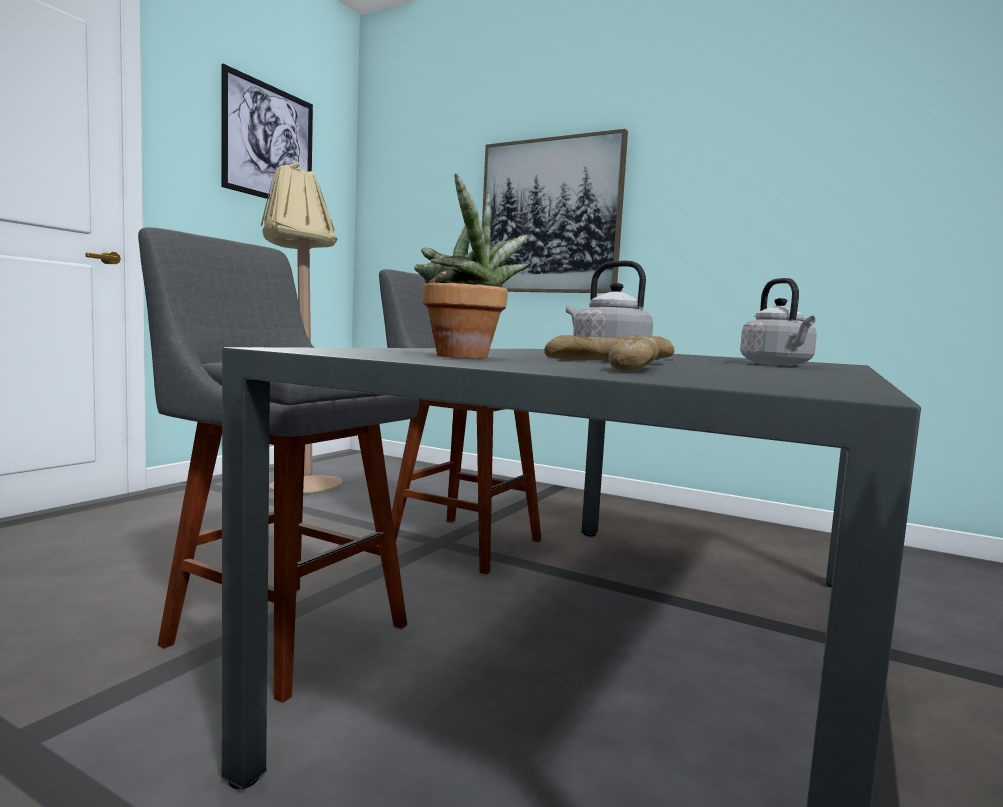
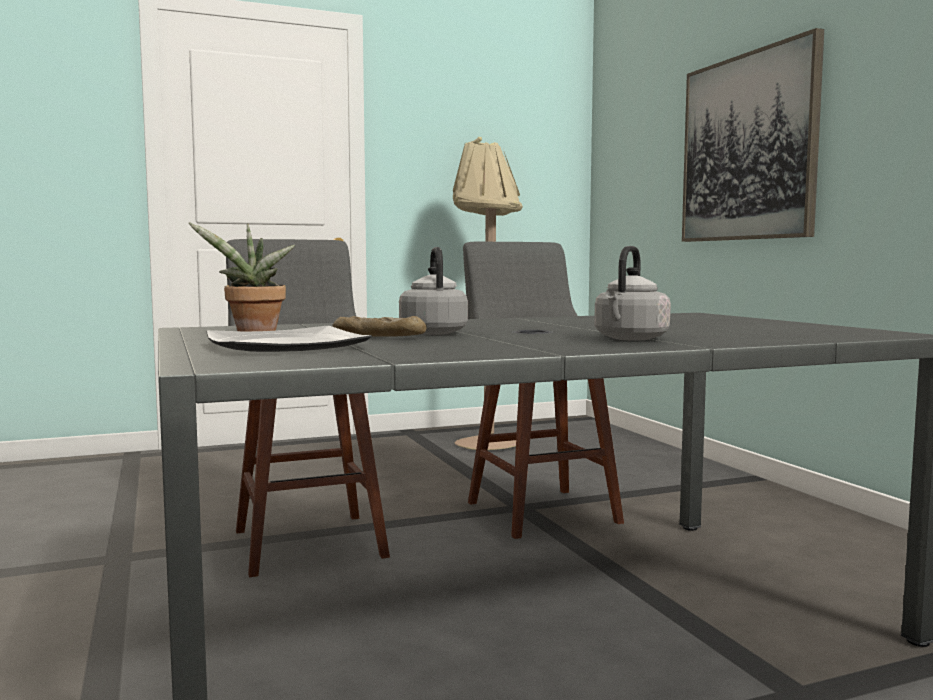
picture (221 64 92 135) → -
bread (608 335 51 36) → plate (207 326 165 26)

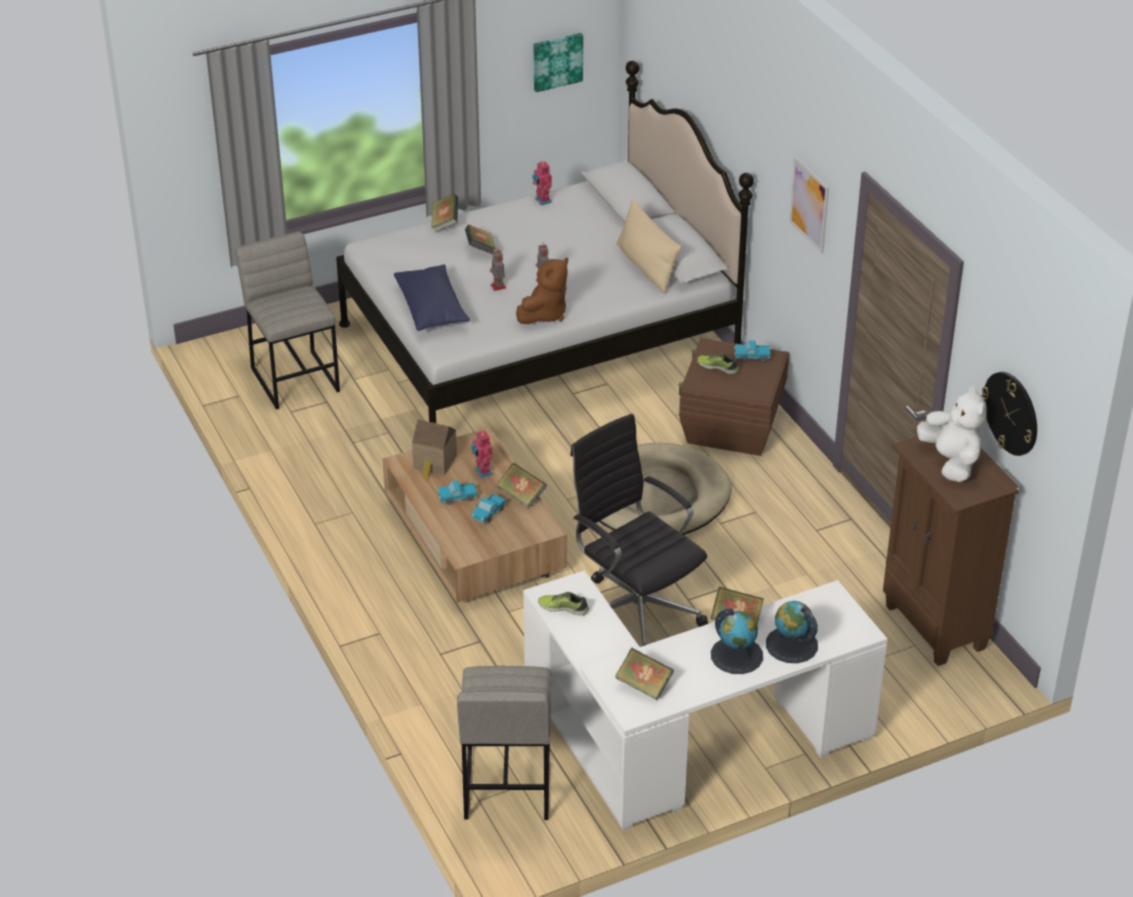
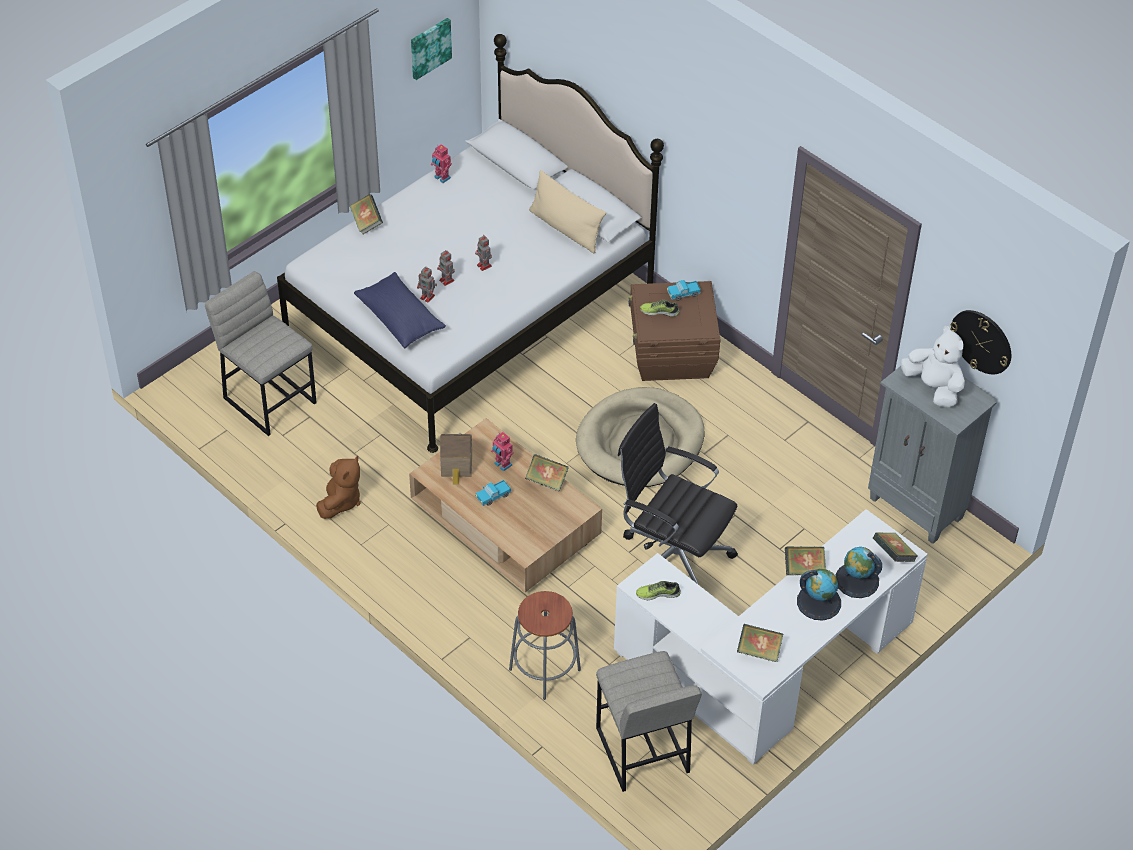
book (465 224 31 30) → book (873 532 44 30), relocated
toy truck (471 494 35 30) → -
brown plush toy (516 258 52 66) → brown plush toy (316 456 45 63), relocated
picture (789 156 40 98) → -
brown cabinet (883 436 136 230) → grey cabinet (868 358 129 186)
- → toy robot (417 266 20 37)
- → grey stool (509 591 72 109)

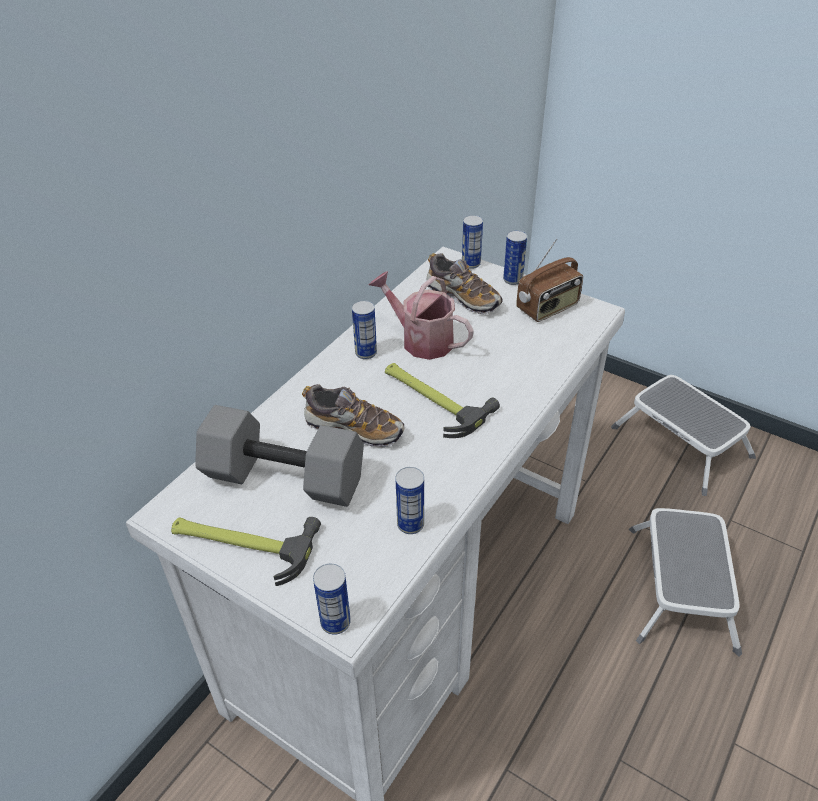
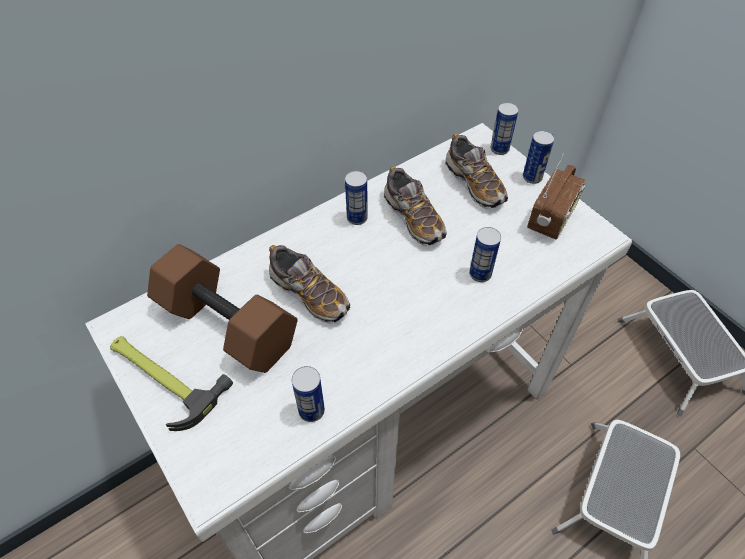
grey dumbbell (195 405 169 102) → brown dumbbell (147 244 151 129)
can (313 564 38 71) → can (469 227 32 55), relocated
watering can (369 271 105 89) → shoe (384 166 63 80)
hammer (385 363 115 75) → -
radio (516 239 67 83) → radio (527 154 58 85), 45 degrees counterclockwise

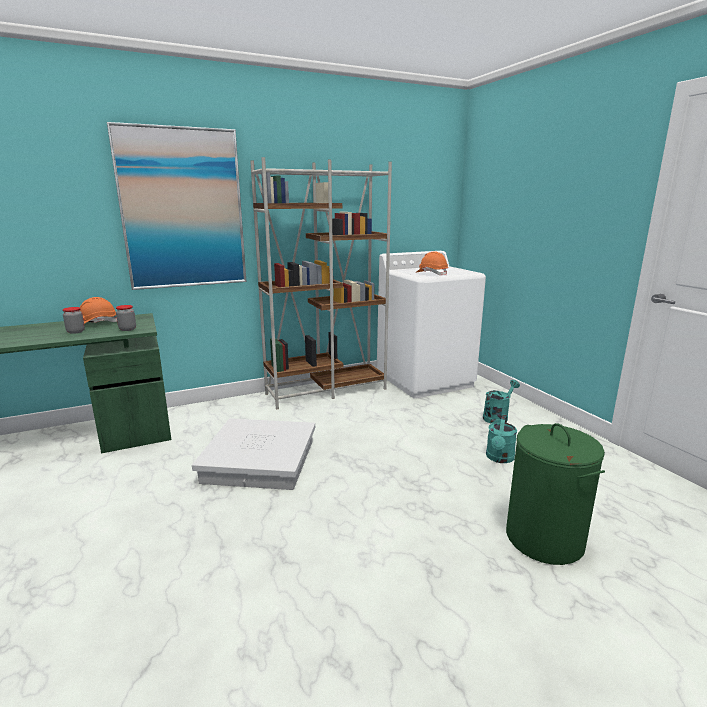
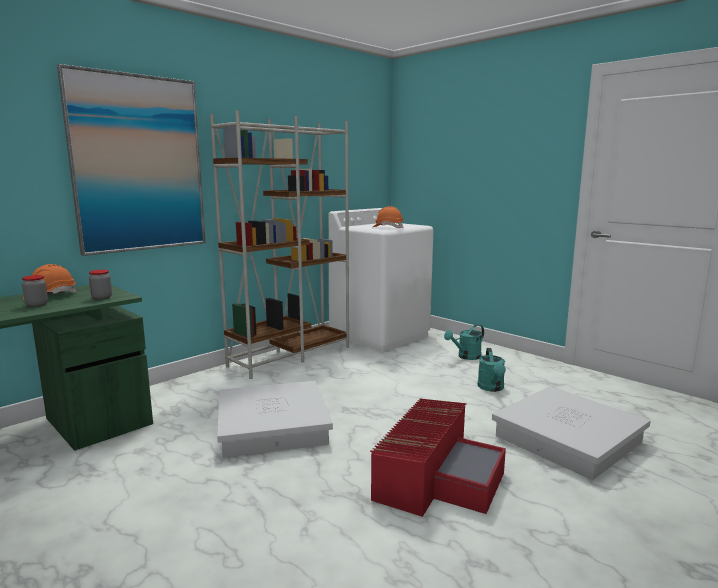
turquoise watering can (483 380 37 44) → turquoise watering can (444 324 40 36), 150 degrees counterclockwise
green laundry basket (506 423 99 142) → white storage box (492 386 159 94)
- → red storage box (370 398 136 119)

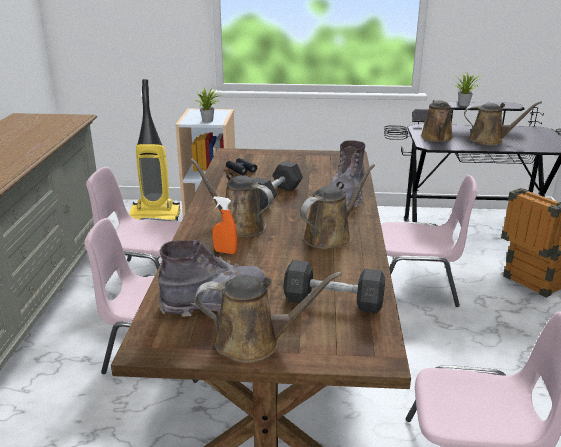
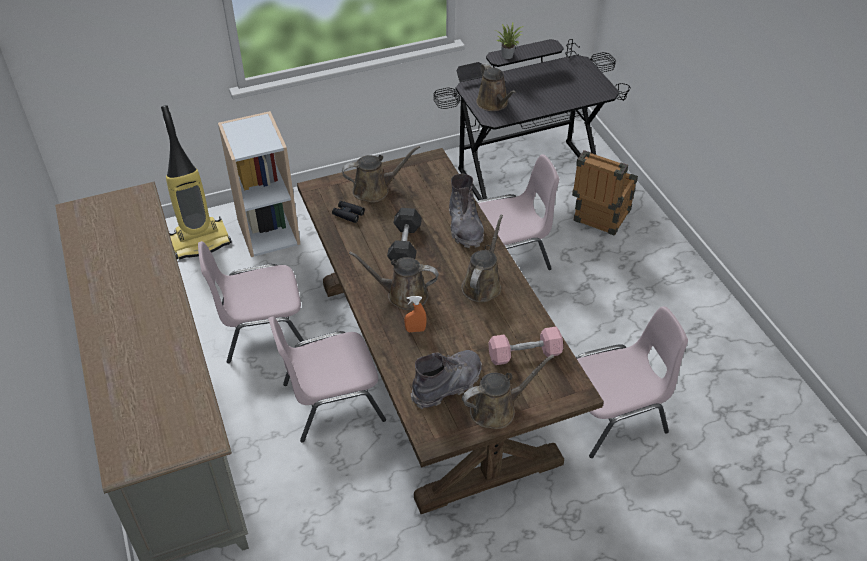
potted plant (194 87 26 35) → -
grey dumbbell (283 260 102 54) → pink dumbbell (488 327 75 38)
brown watering can (464 101 78 44) → brown watering can (342 146 78 56), relocated

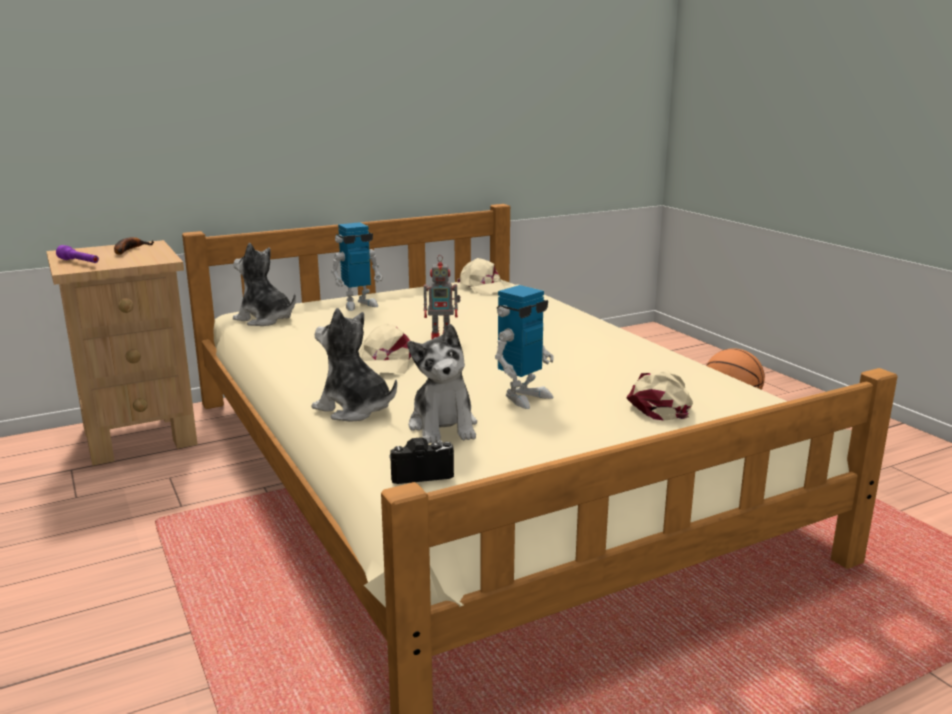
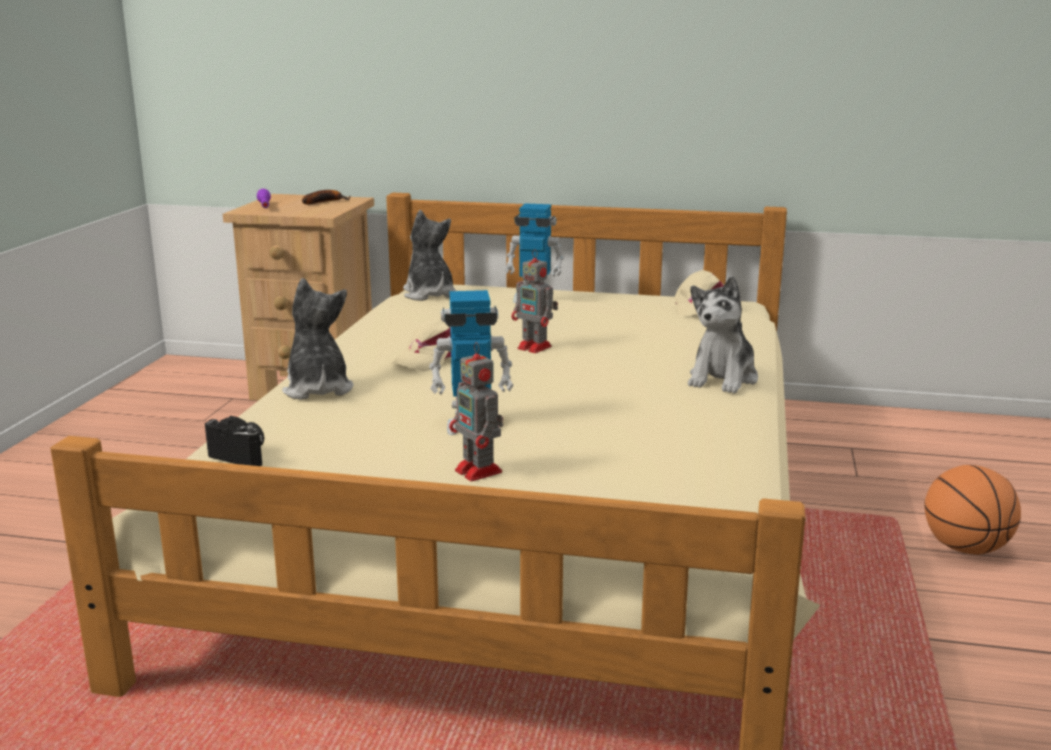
plush toy (407 324 70 120) → plush toy (688 276 70 118), relocated
beige cap (627 368 66 52) → -
- → toy robot (449 342 54 139)

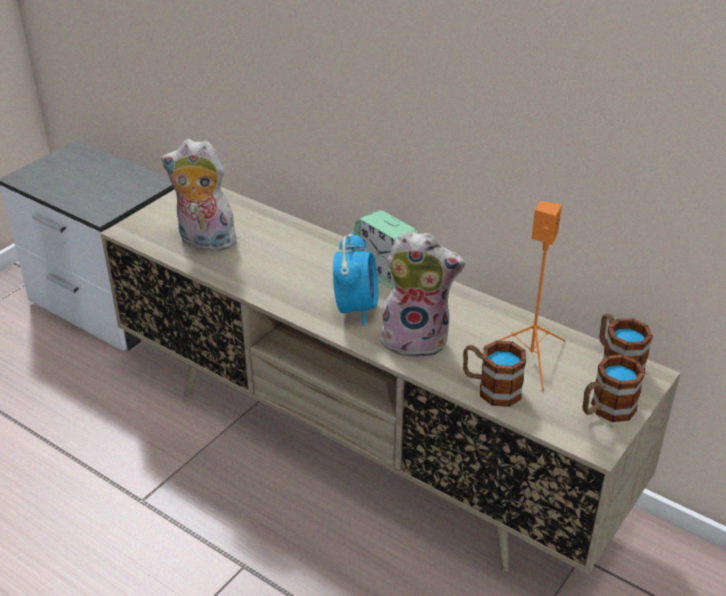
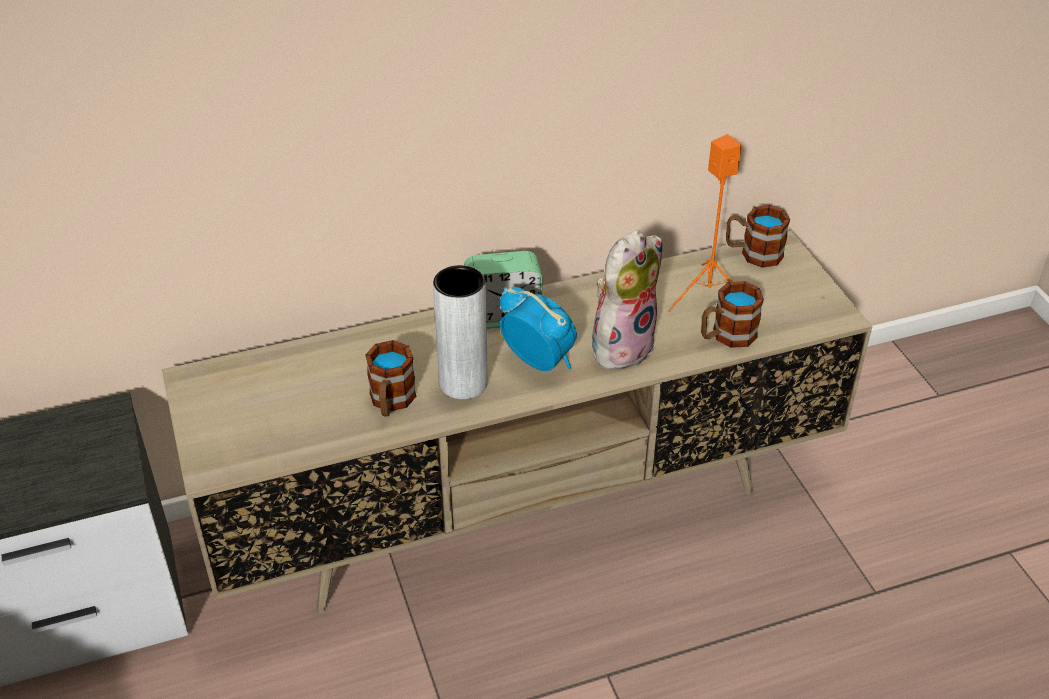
plush toy (161 139 78 112) → -
mug (582 354 63 68) → mug (365 340 51 77), relocated
- → grey vase (433 265 55 134)

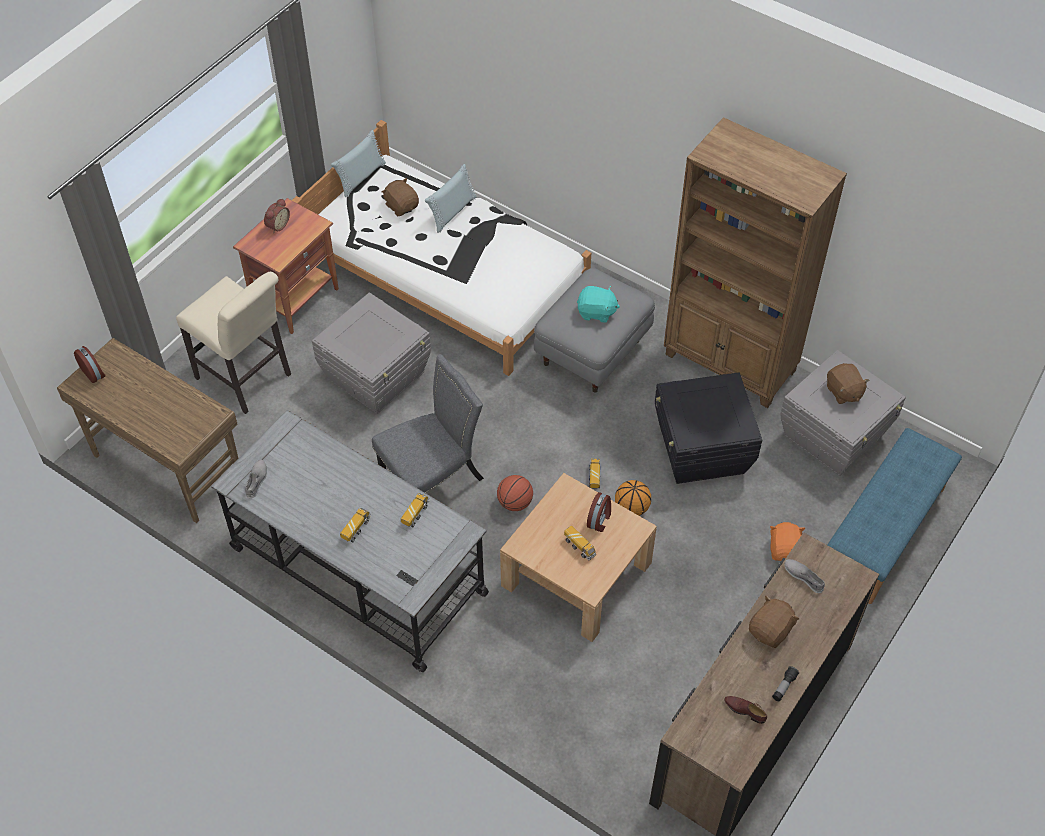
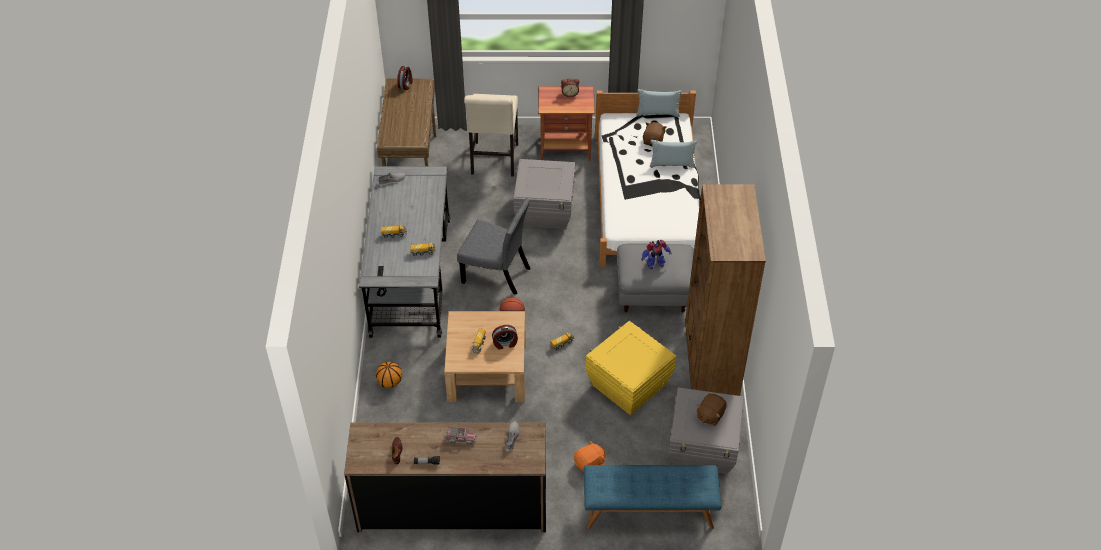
turquoise plush toy (577 286 43 37) → toy robot (641 240 31 29)
basketball (615 480 36 36) → basketball (376 361 26 27), relocated
black storage box (655 372 107 112) → yellow storage box (585 321 91 94)
brown plush toy (749 596 50 52) → toy truck (445 427 32 18)

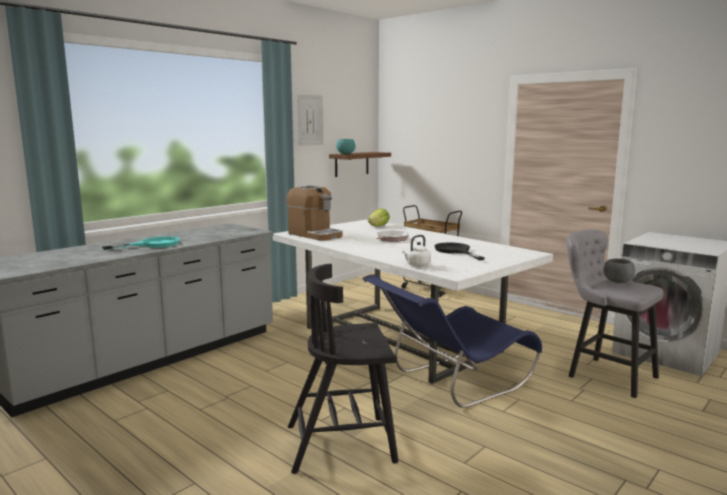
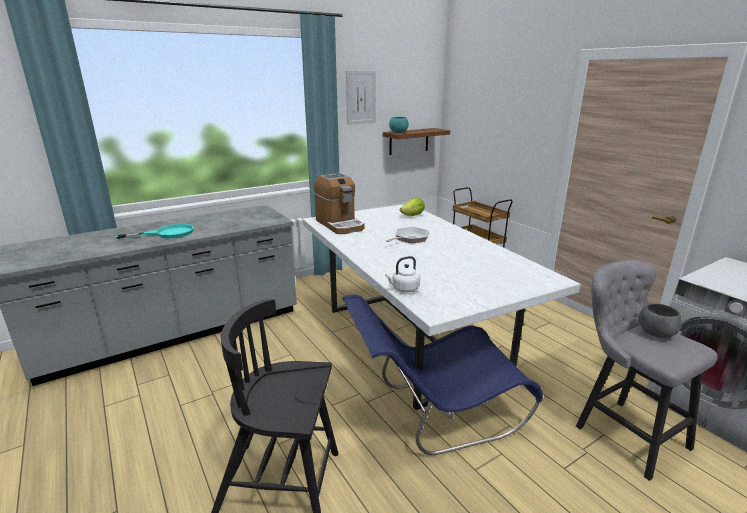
black frying pan (434 243 51 17) → -

